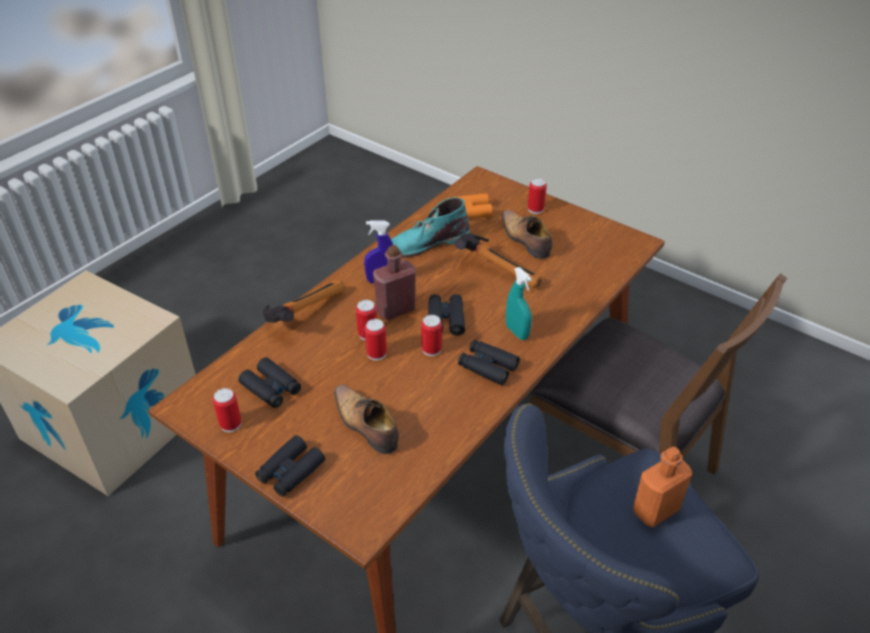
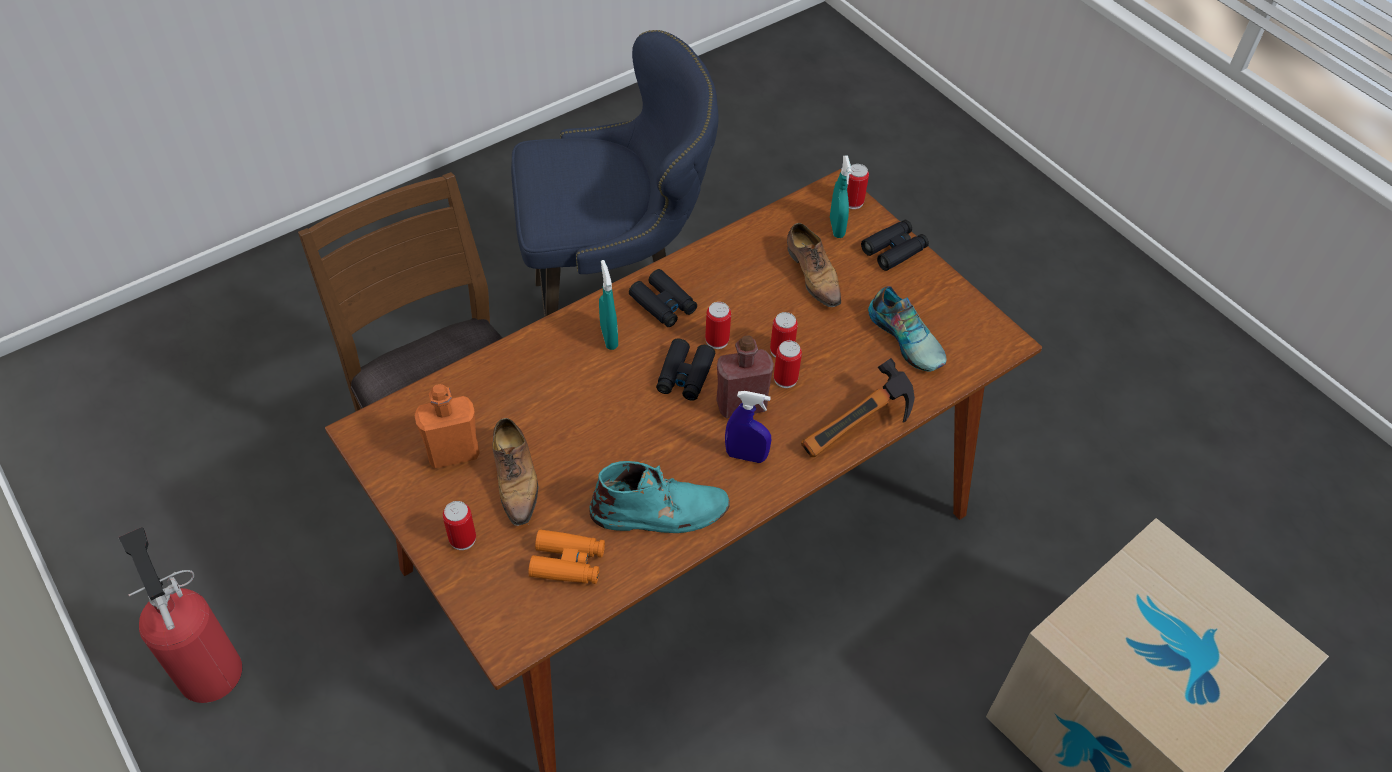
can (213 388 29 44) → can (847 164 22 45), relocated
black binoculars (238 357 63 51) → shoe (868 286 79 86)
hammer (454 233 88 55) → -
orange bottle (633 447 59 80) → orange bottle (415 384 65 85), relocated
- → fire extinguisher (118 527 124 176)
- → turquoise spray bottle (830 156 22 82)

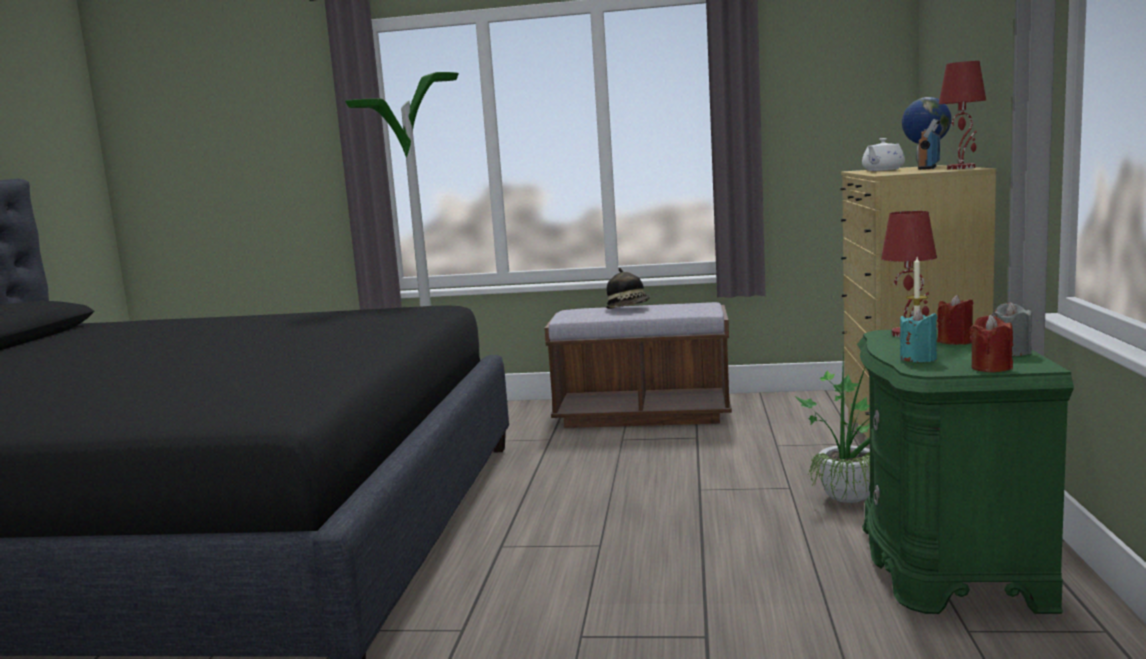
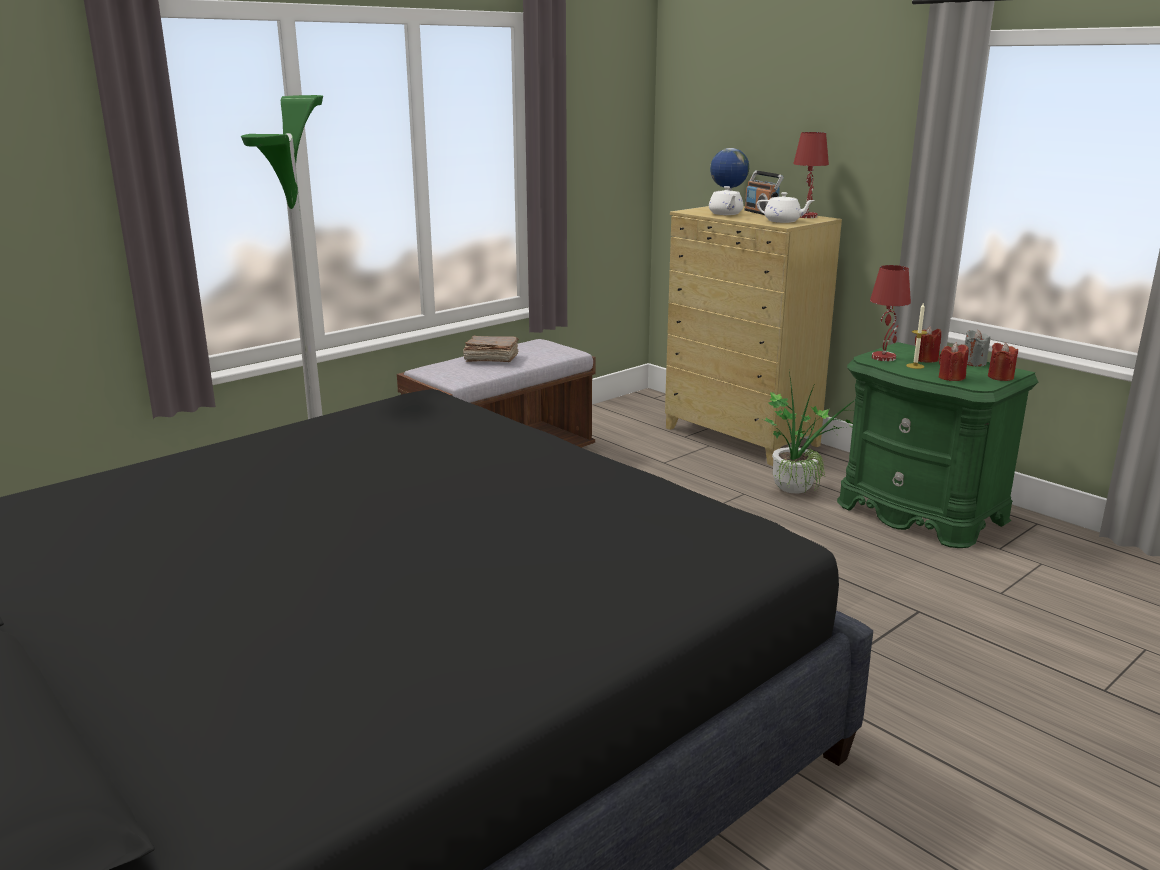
hat (606 268 44 41) → brown book (463 336 56 26)
turquoise candle (900 309 38 53) → red candle (939 343 30 38)
- → white teapot (757 192 58 31)

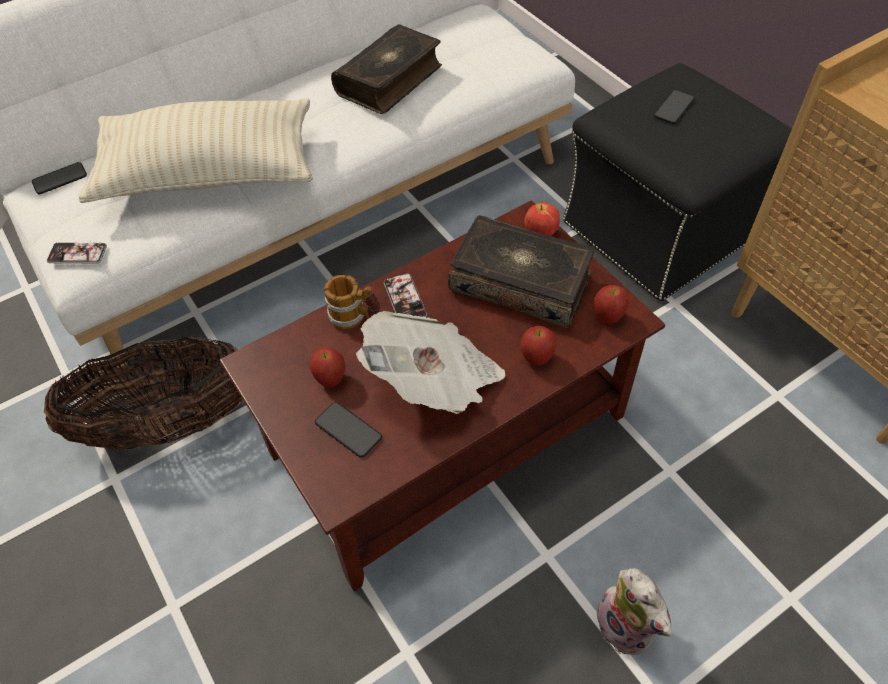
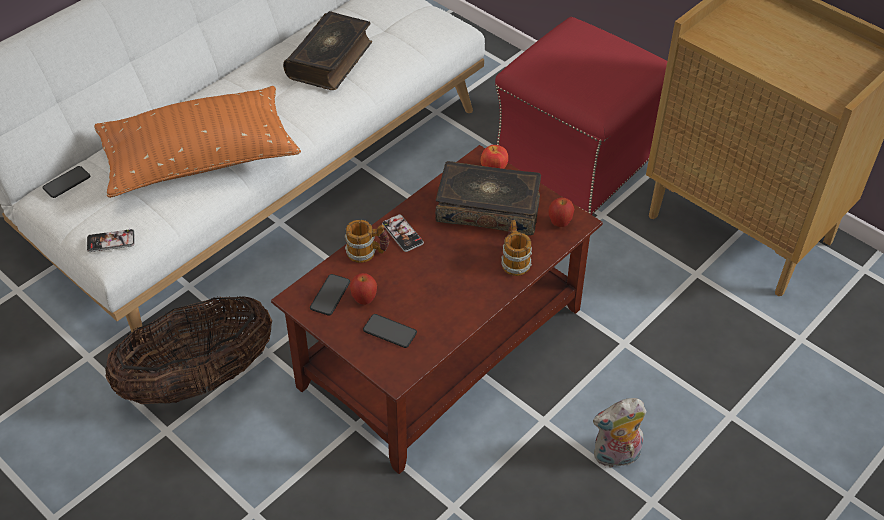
beige pillow (78 98 235 105) → orange pillow (94 86 207 112)
newspaper (356 311 150 103) → -
apple (521 326 36 39) → mug (501 220 31 56)
black ottoman (563 63 229 238) → red ottoman (495 17 172 198)
plush toy (591 568 81 87) → plush toy (593 398 54 71), 120 degrees clockwise
phone (654 90 41 34) → phone (310 274 40 41), relocated

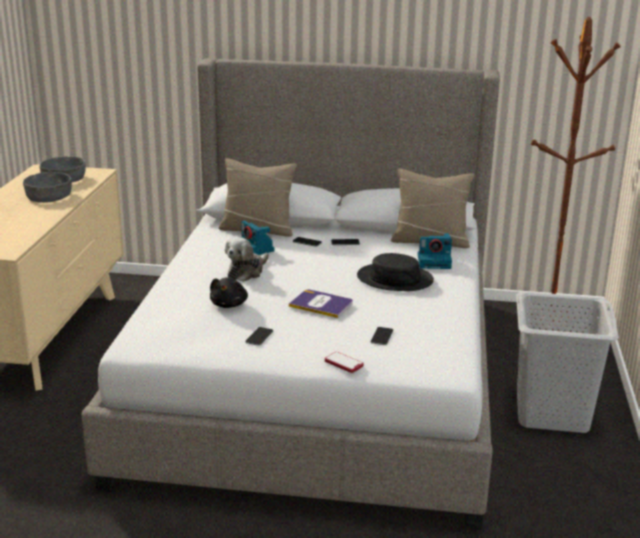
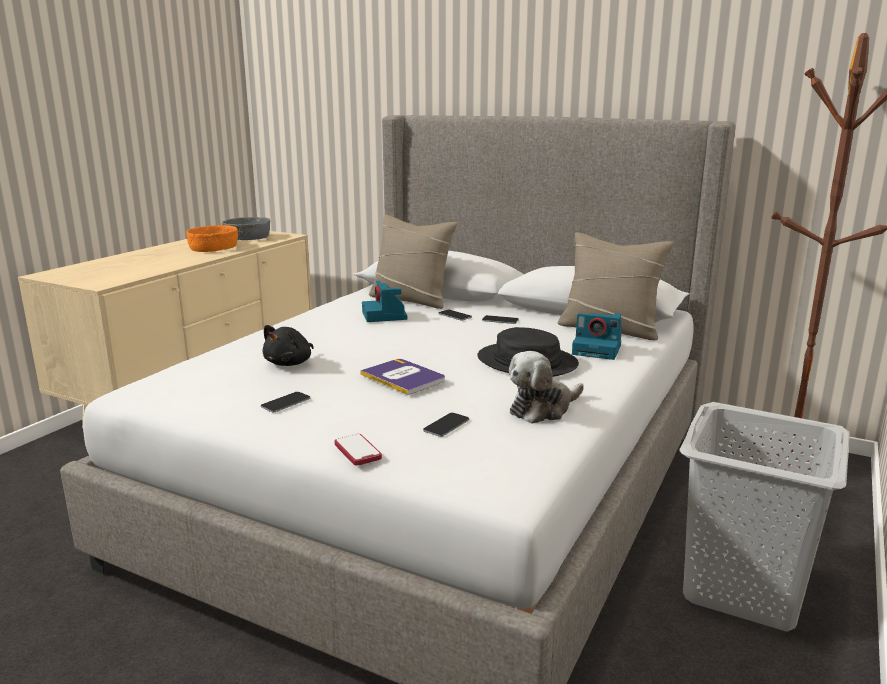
grey bowl (23 172 49 31) → orange bowl (186 225 52 27)
plush toy (225 237 44 45) → plush toy (509 351 75 73), relocated

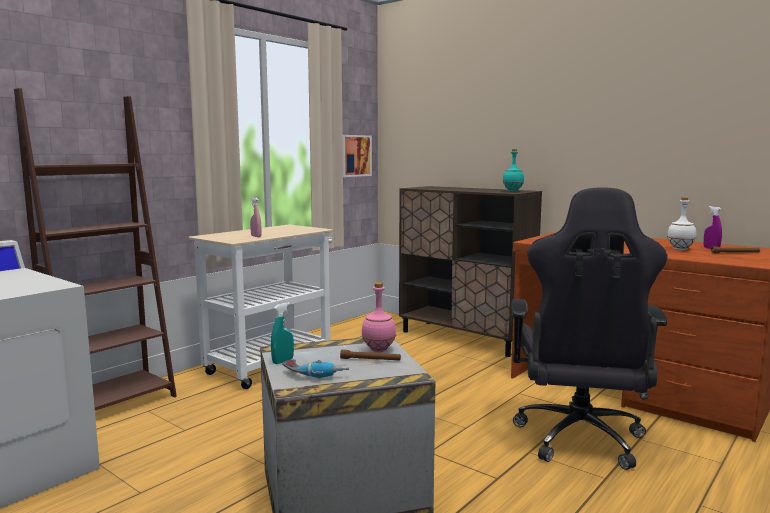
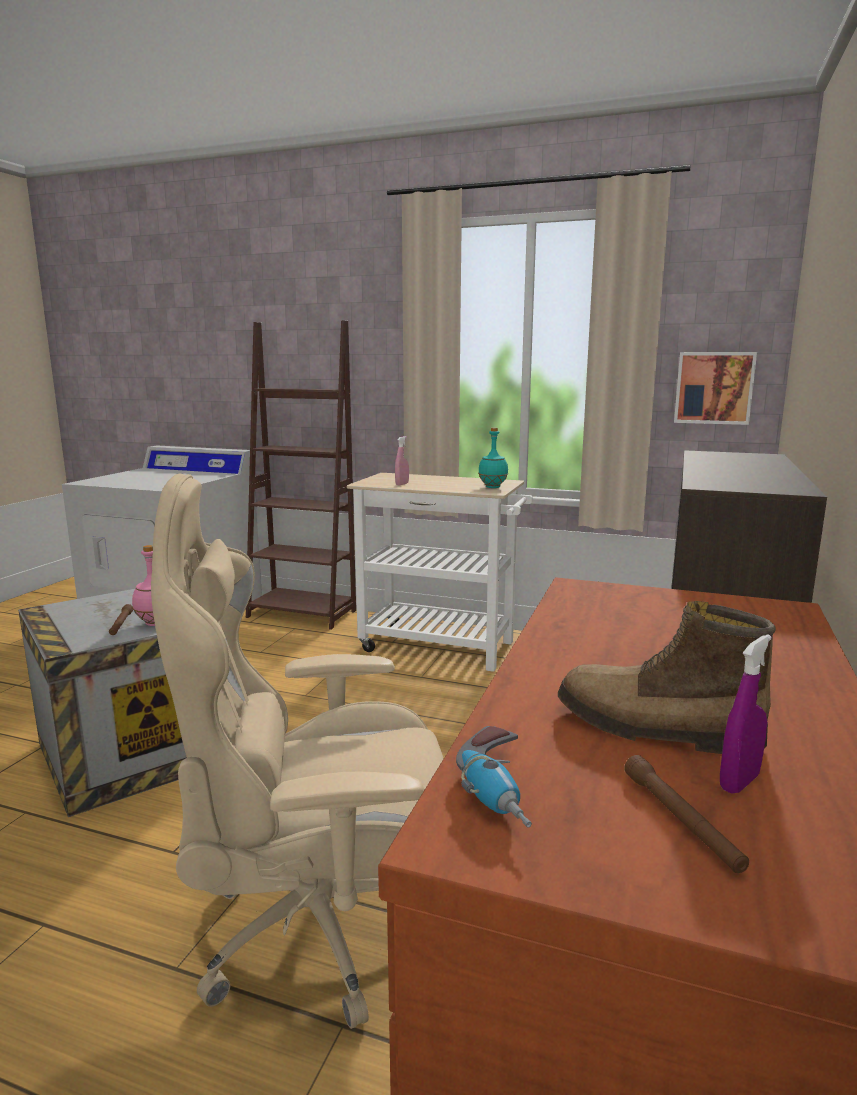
turquoise spray bottle (271 302 23 62) → -
power drill (282 359 67 20) → power drill (456 726 76 102), relocated
turquoise bottle (503 149 21 43) → turquoise bottle (478 428 30 60), relocated
black office chair (511 188 156 282) → beige office chair (151 474 293 555)
white bottle (667 197 29 53) → boot (558 601 218 153)

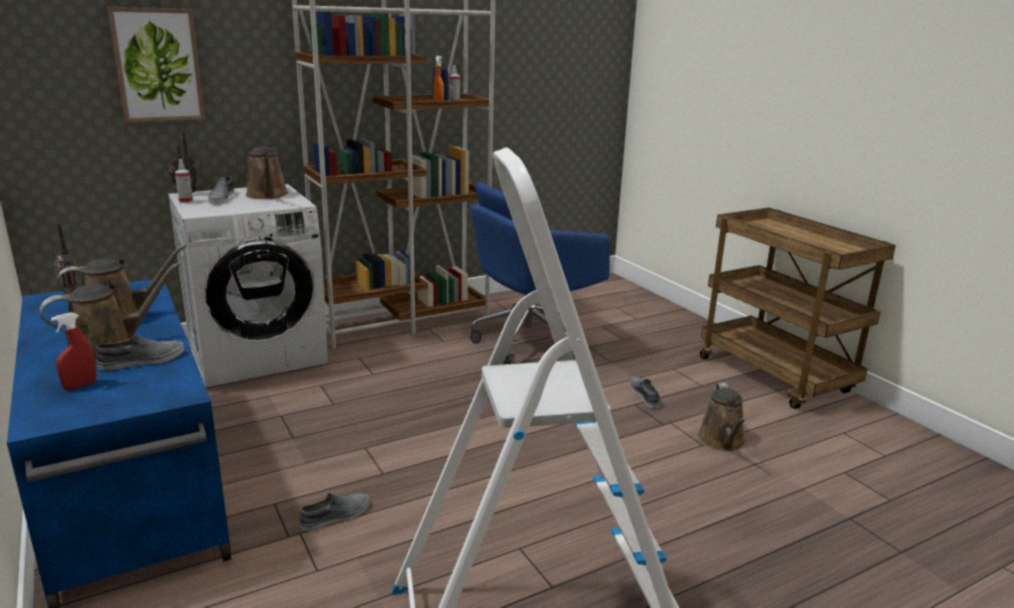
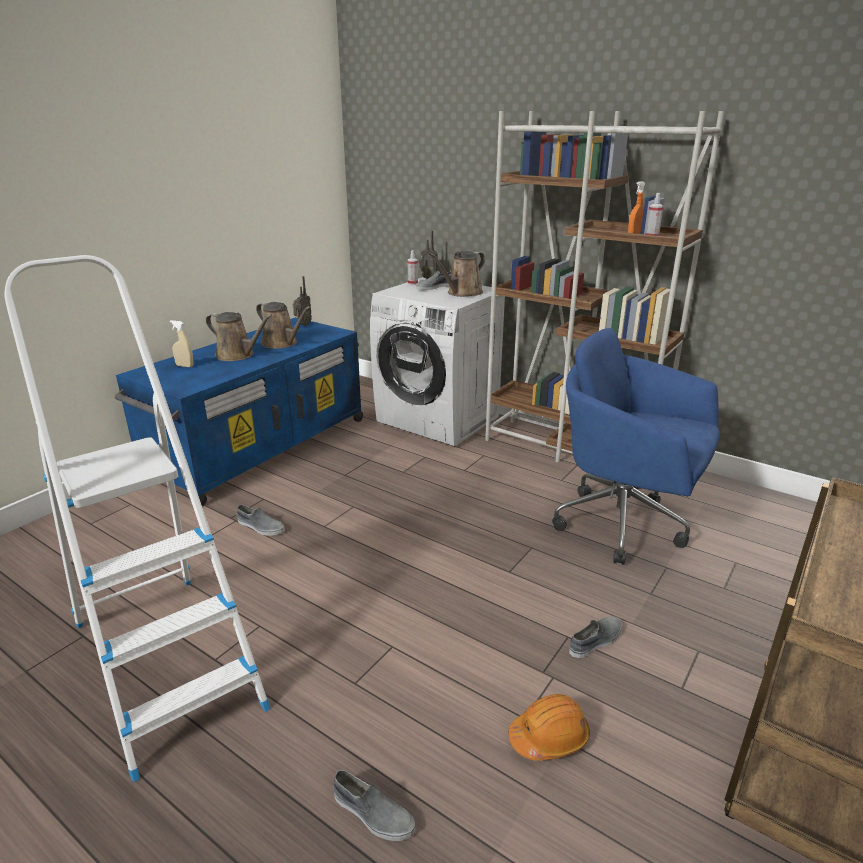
red spray bottle (51 312 45 78) → beige spray bottle (169 320 25 47)
grey shoe (96 334 89 37) → grey shoe (333 770 82 71), relocated
picture (107 7 98 115) → -
brown watering can (698 383 48 68) → orange hard hat (508 694 82 67)

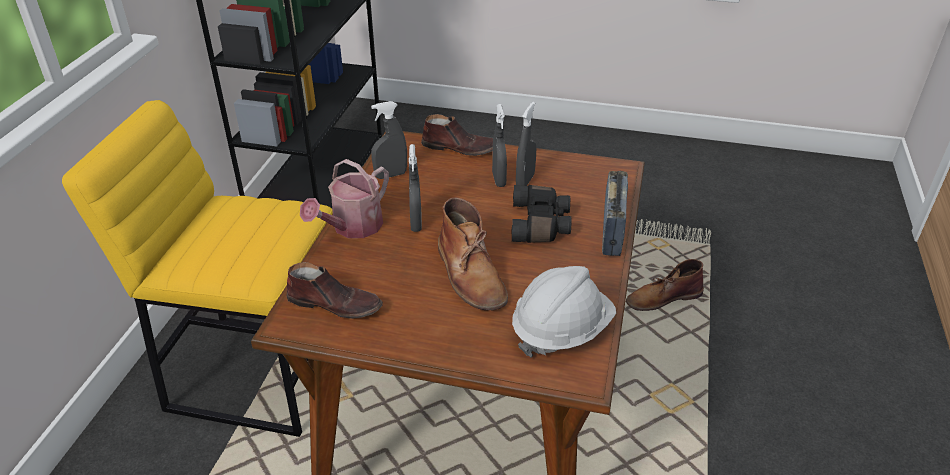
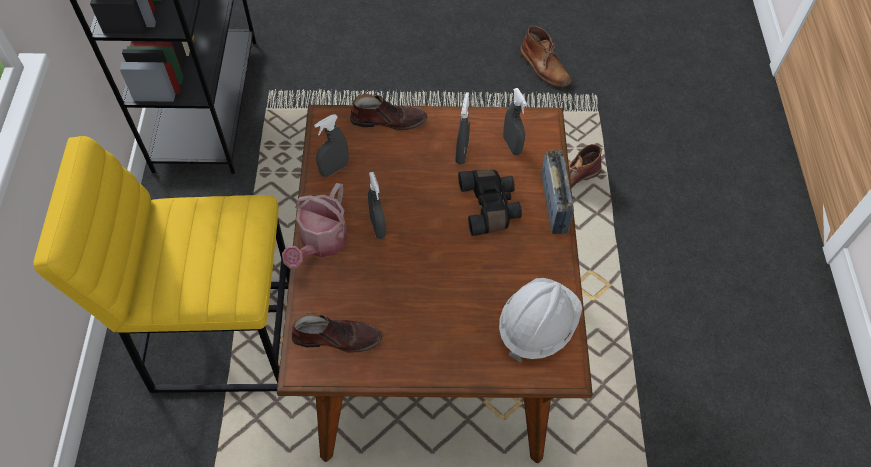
brown boot (438 197 70 113) → brown boot (520 25 52 62), relocated
grey spray bottle (492 104 15 83) → grey spray bottle (503 88 24 67), relocated

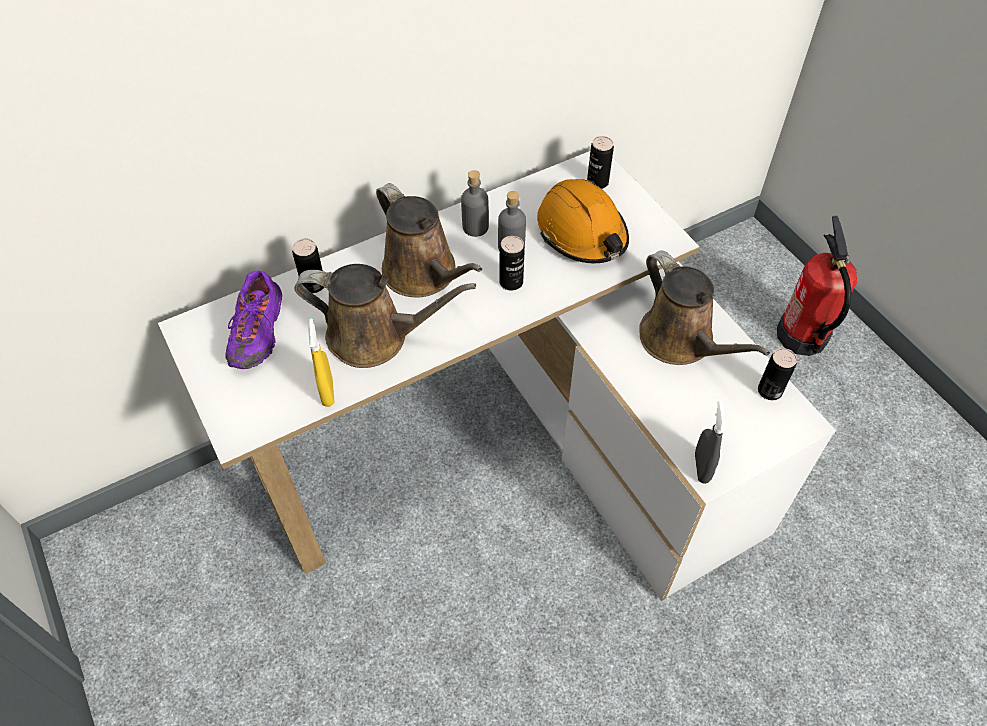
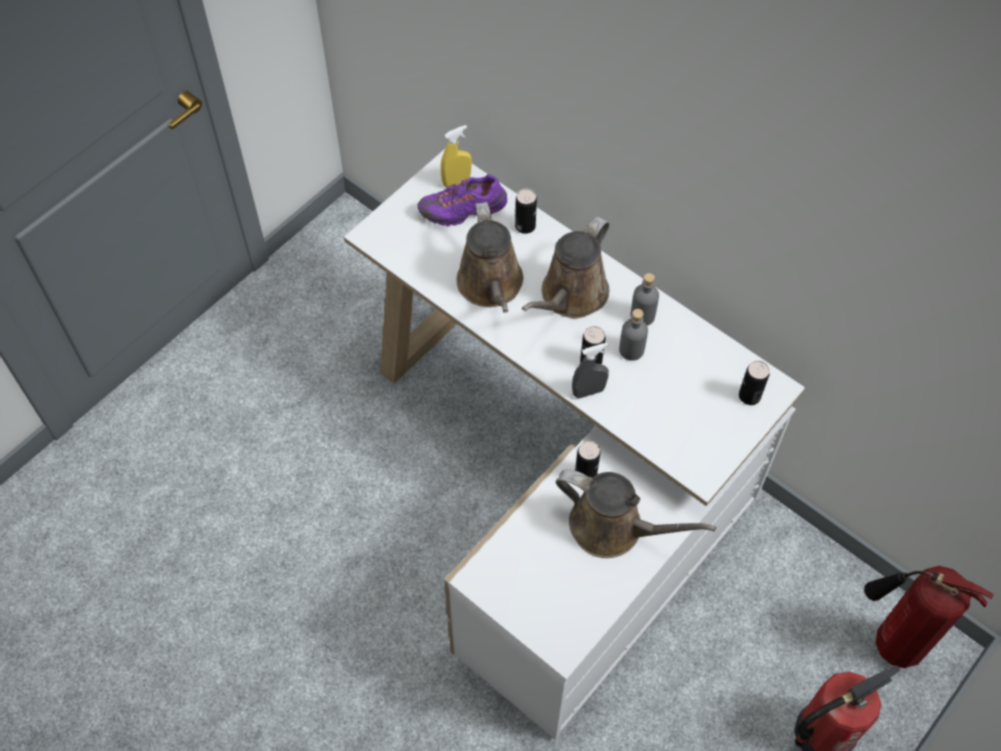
yellow spray bottle (308 318 26 89) → yellow spray bottle (440 125 32 63), relocated
orange hard hat (537 179 92 84) → -
brown watering can (639 250 131 115) → brown watering can (556 469 160 89), 105 degrees counterclockwise
grey spray bottle (695 401 31 83) → grey spray bottle (572 343 37 55), relocated
can (758 348 39 52) → can (575 441 25 37), relocated
- → fire extinguisher (864 566 130 102)

